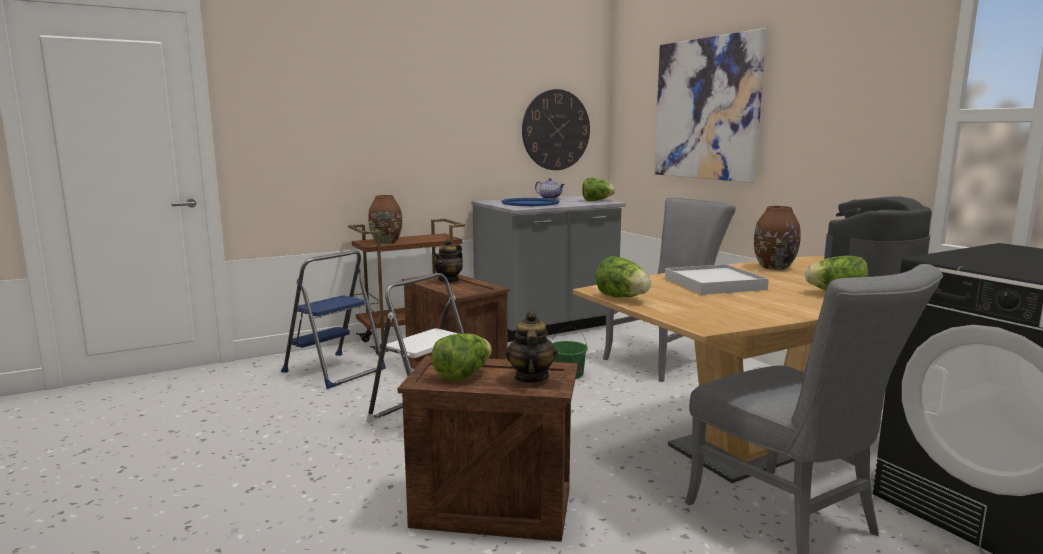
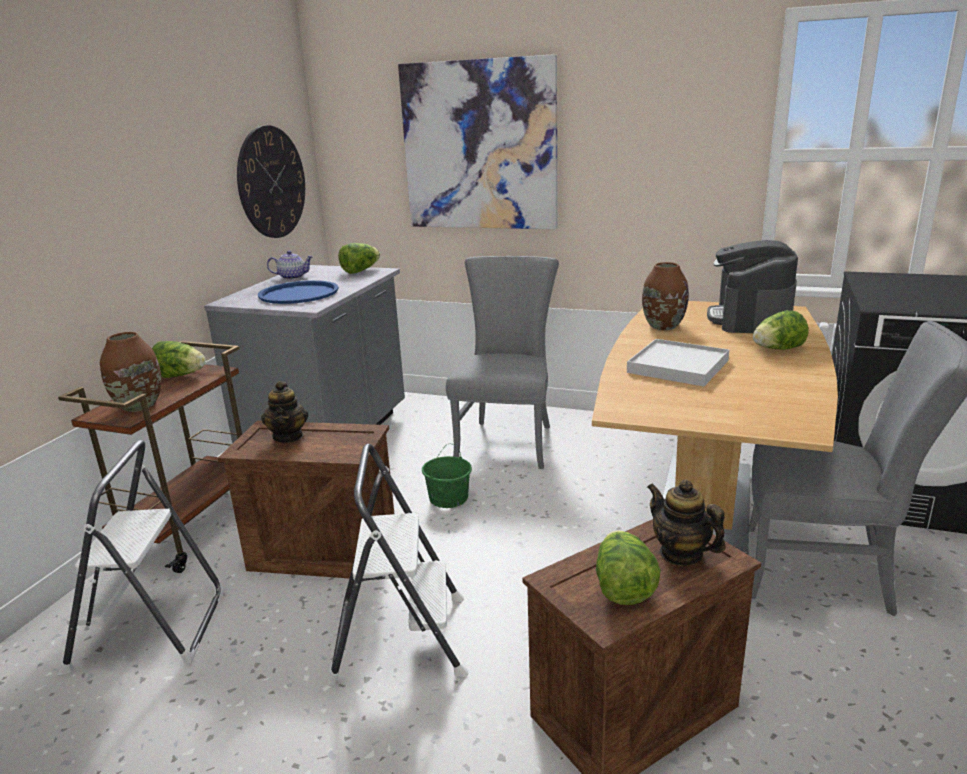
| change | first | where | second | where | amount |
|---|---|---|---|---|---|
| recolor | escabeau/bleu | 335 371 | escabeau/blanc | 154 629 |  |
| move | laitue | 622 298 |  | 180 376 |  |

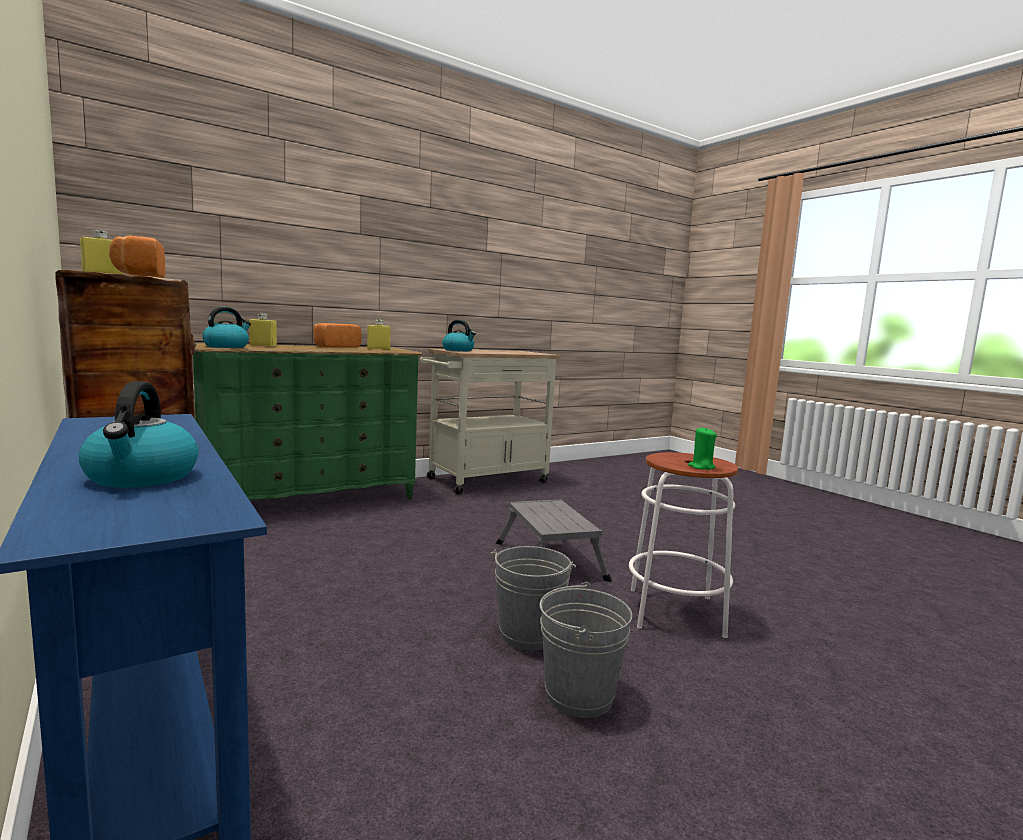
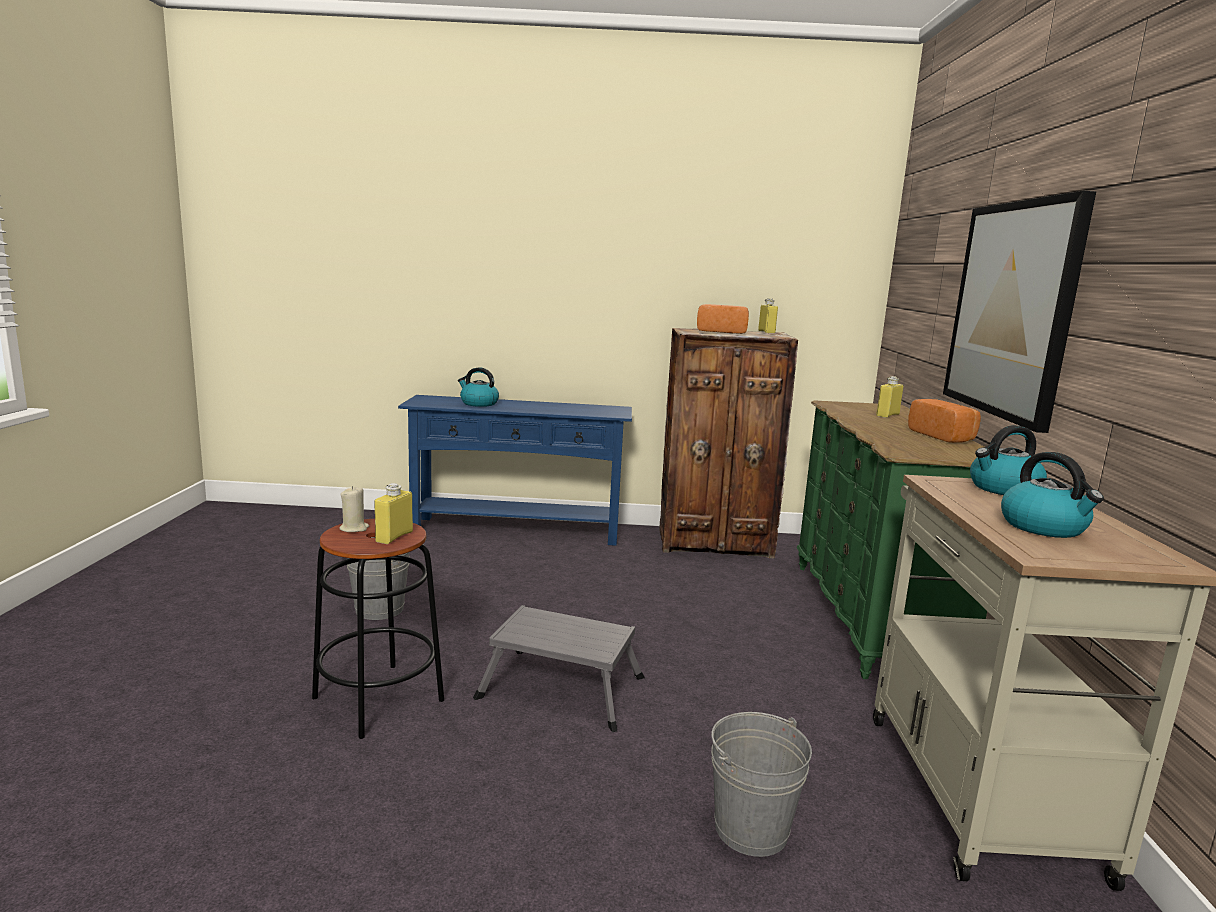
| change | first | where | second | where | amount |
|---|---|---|---|---|---|
| move | bouilloire | 227 347 |  | 1044 527 |  |
| move | bouteille/jaune | 378 349 |  | 394 537 |  |
| move | seau/gris | 528 634 |  | 751 829 |  |
| recolor | tabouret/blanc | 675 612 | tabouret/noir | 378 699 |  |
| recolor | bougie/vert | 701 467 | bougie/beige | 354 528 |  |
| insert |  |  | tableau | 1012 309 |  |

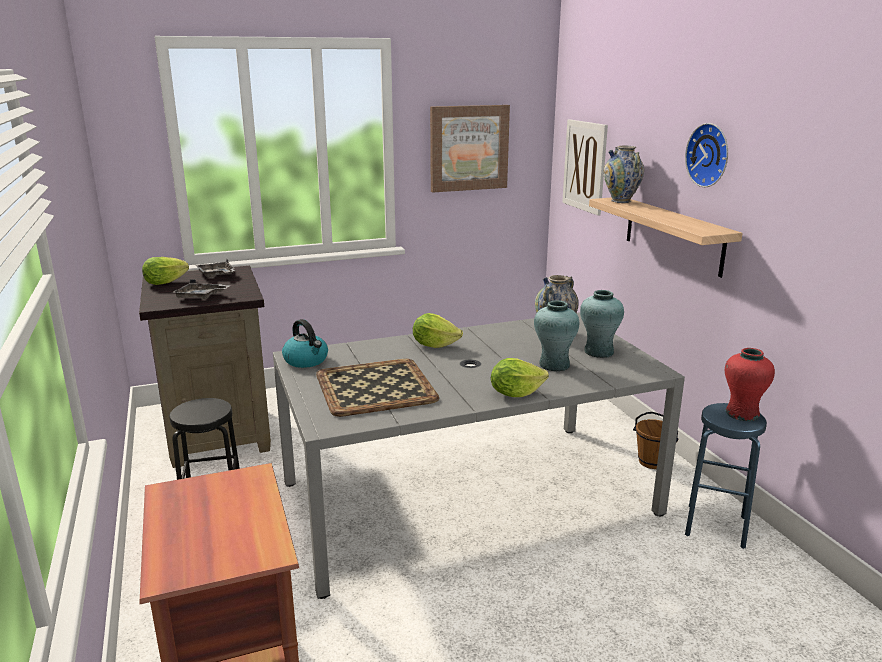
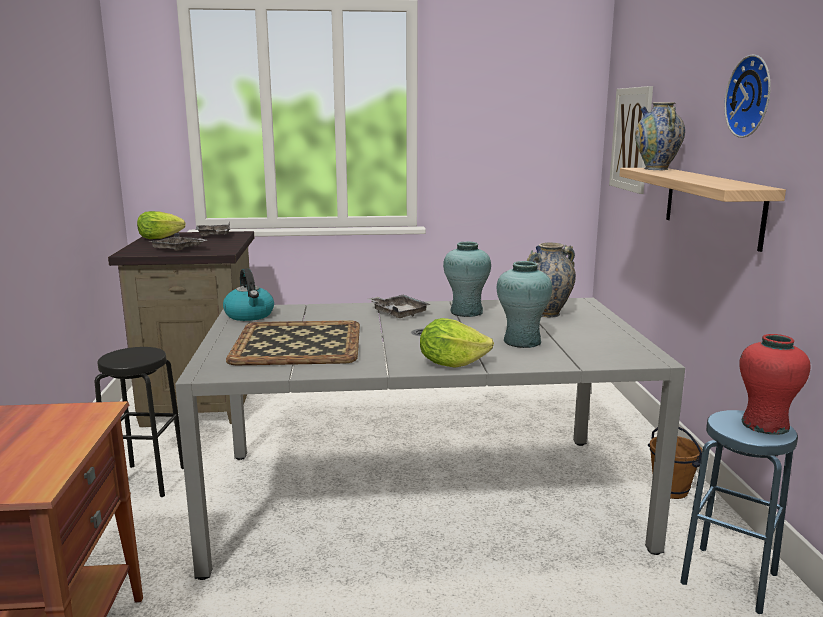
| change | first | where | second | where | amount |
|---|---|---|---|---|---|
| replace | laitue | 434 345 | plateau/gris | 398 313 |  |
| delete | tableau | 468 148 |  |  |  |
| move | vase/turquoise | 598 352 |  | 466 312 |  |

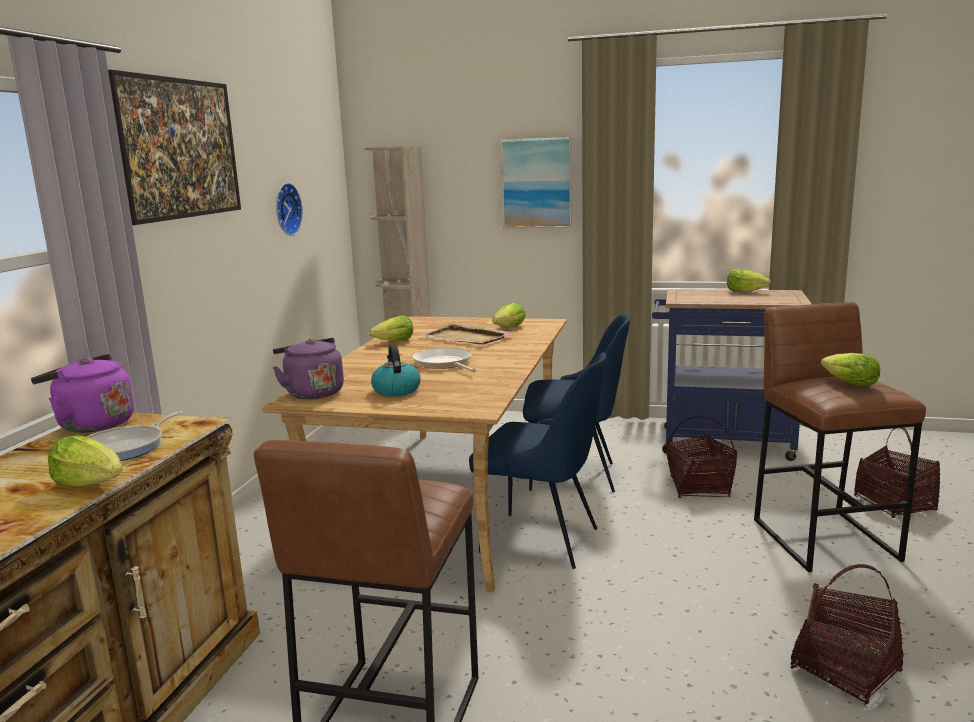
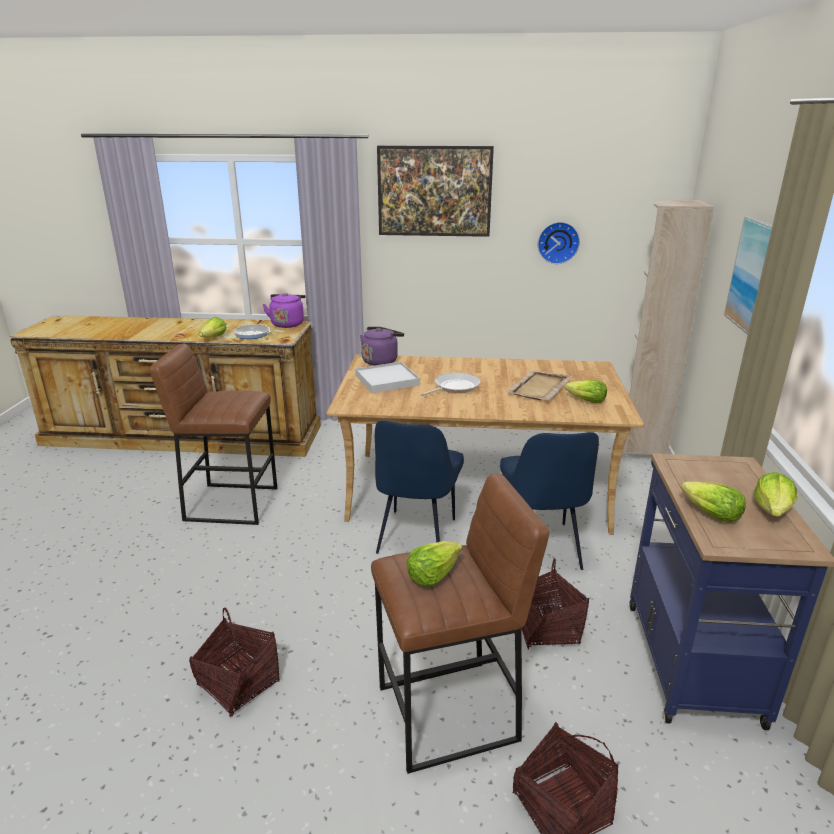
| change | first | where | second | where | amount |
|---|---|---|---|---|---|
| move | laitue | 394 342 |  | 710 514 |  |
| replace | bouilloire | 396 390 | plateau/blanc | 386 380 |  |

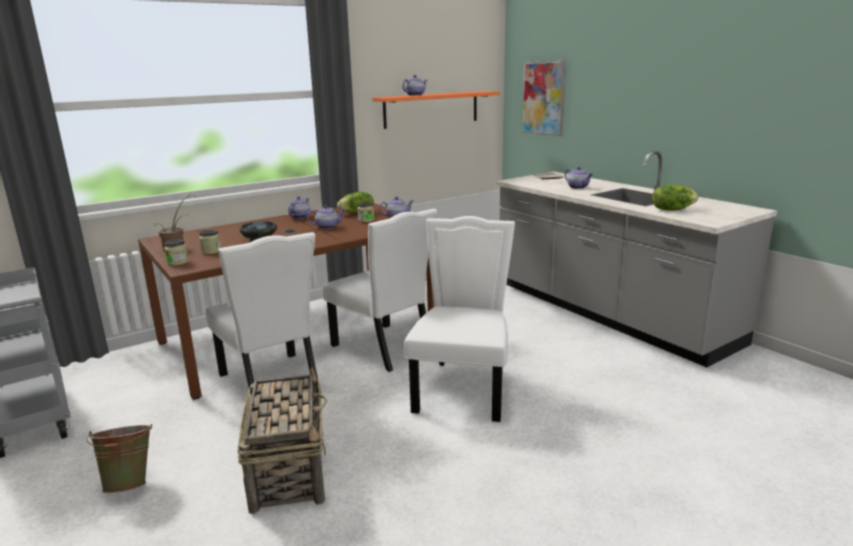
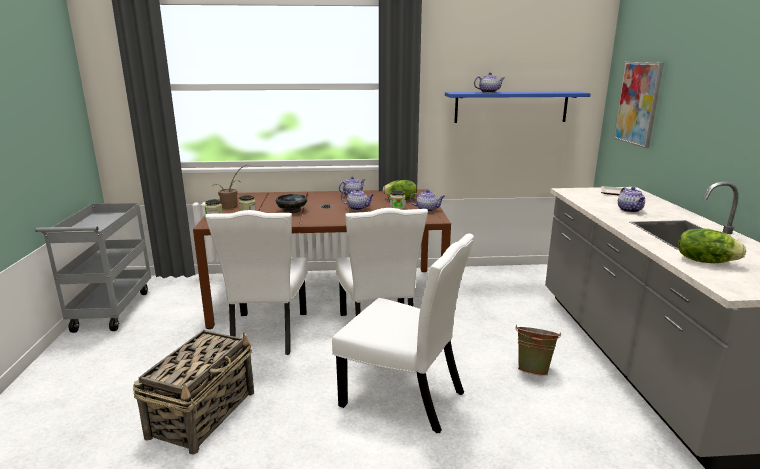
| change | first | where | second | where | amount |
|---|---|---|---|---|---|
| move | seau/vert | 130 482 |  | 533 370 |  |
| recolor | étagère/orange | 431 109 | étagère/bleu | 511 107 |  |
| rotate | chaise/blanc | 462 391 |  | 401 396 | 75 degrees clockwise |

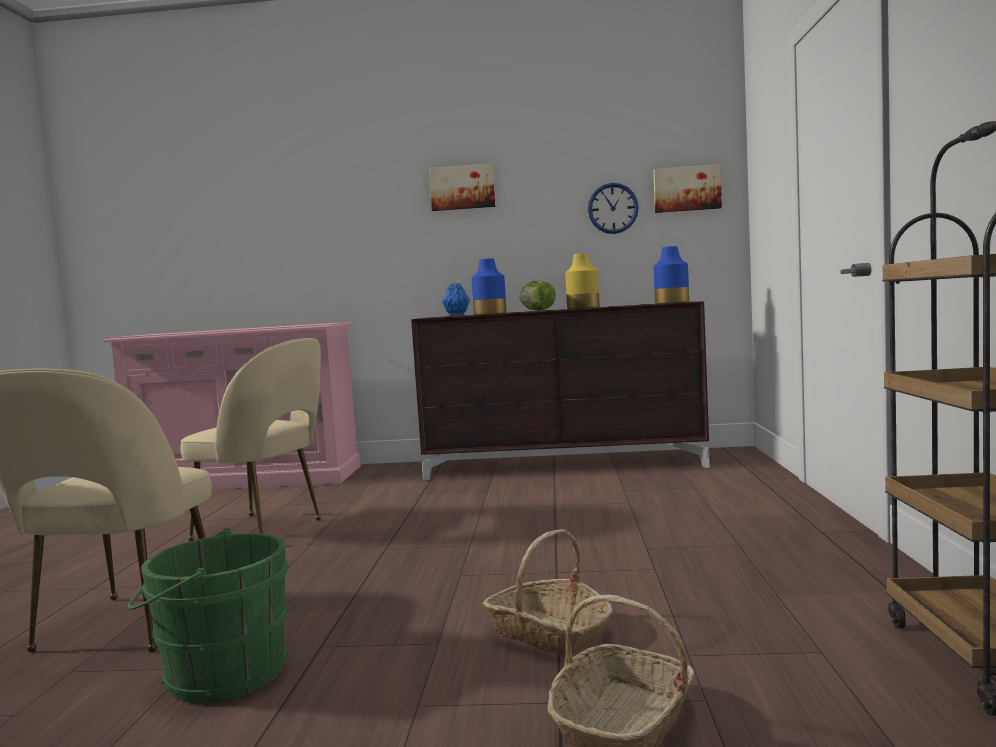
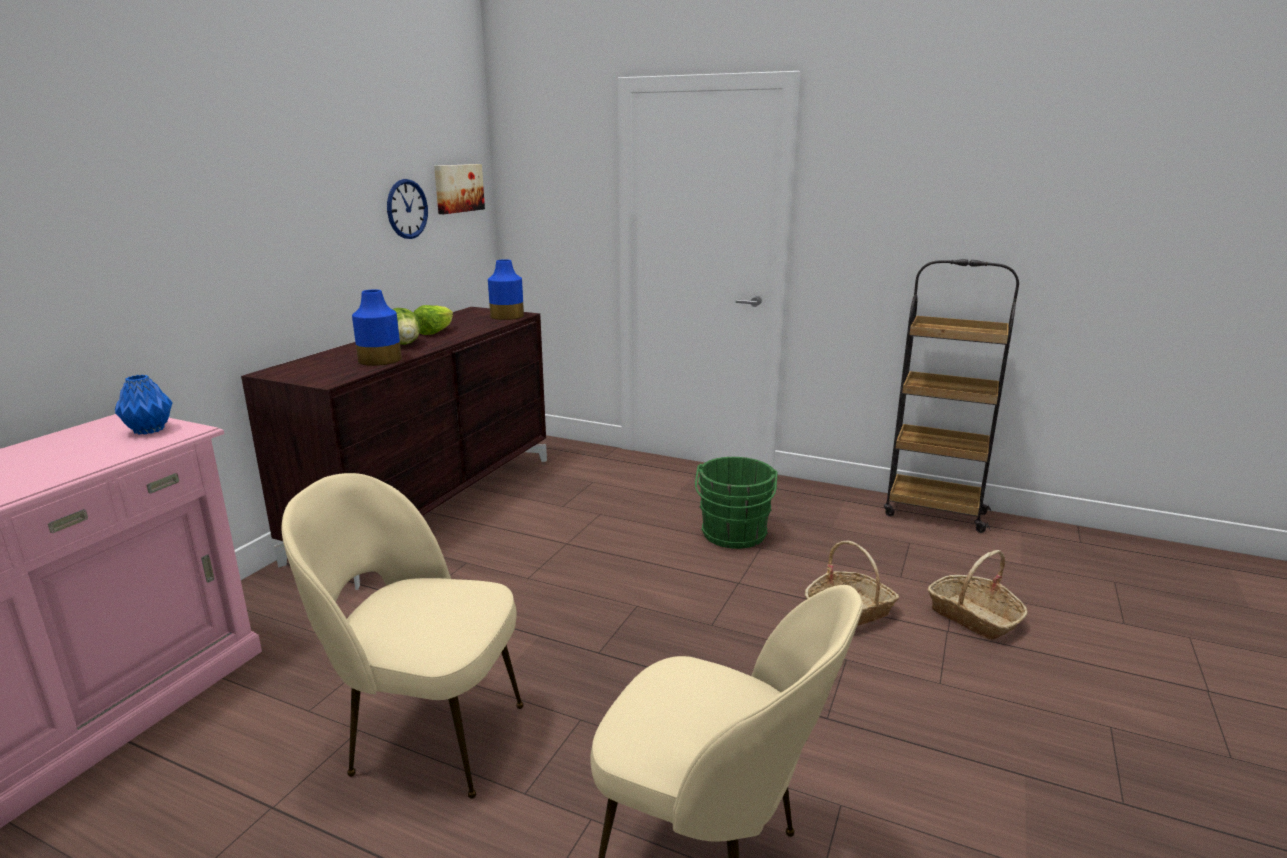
| change | first | where | second | where | amount |
|---|---|---|---|---|---|
| move | seau/vert | 218 675 |  | 733 535 |  |
| rotate | chaise/beige | 265 531 |  | 426 736 | 120 degrees counterclockwise |
| delete | tableau | 462 187 |  |  |  |
| move | vase/bleu | 456 315 |  | 148 430 |  |
| replace | vase/jaune | 583 307 | laitue | 435 332 |  |

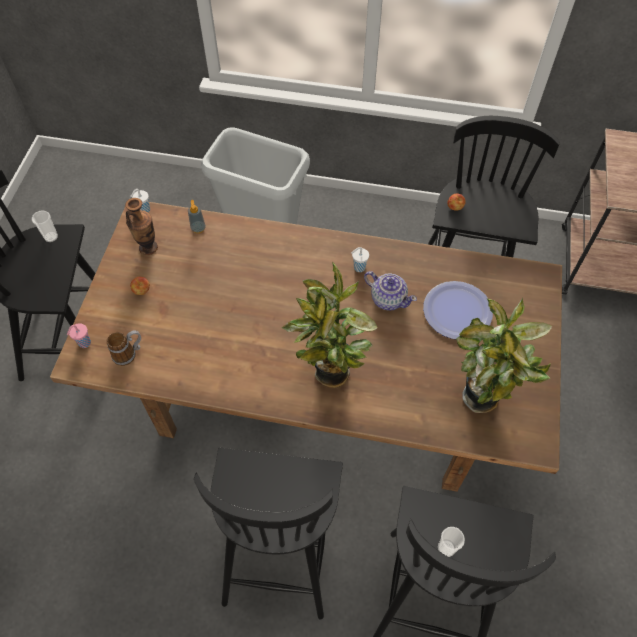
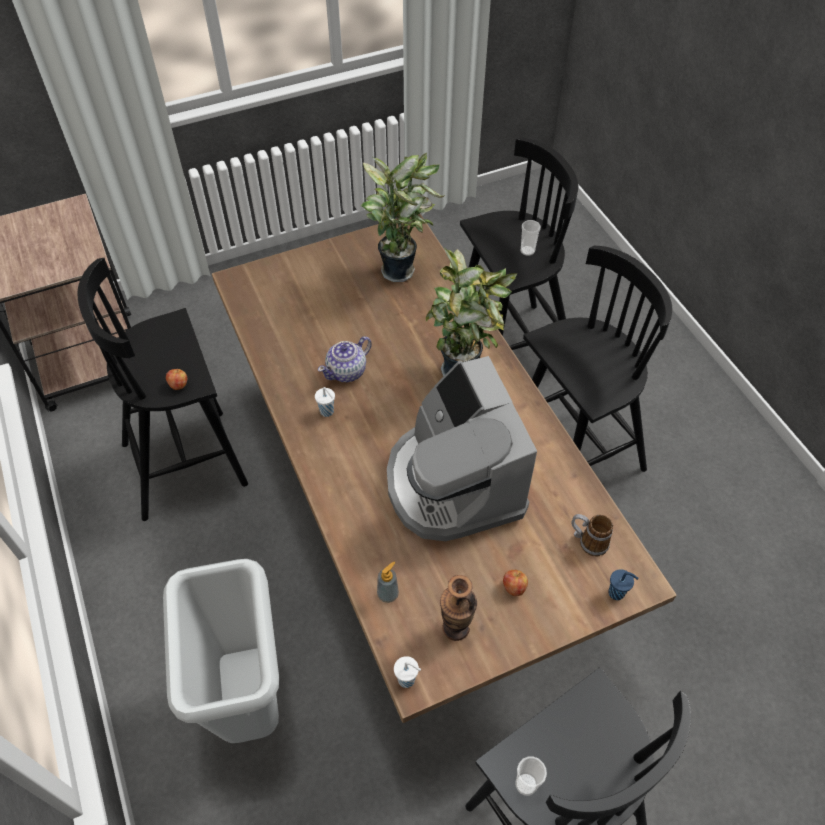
| change | first | where | second | where | amount |
|---|---|---|---|---|---|
| recolor | tasse/rose | 84 343 | tasse/bleu | 617 593 |  |
| rotate | théière | 388 299 |  | 347 371 | 135 degrees counterclockwise |
| delete | assiette | 457 311 |  |  |  |
| insert |  |  | machine à café | 453 483 |  |

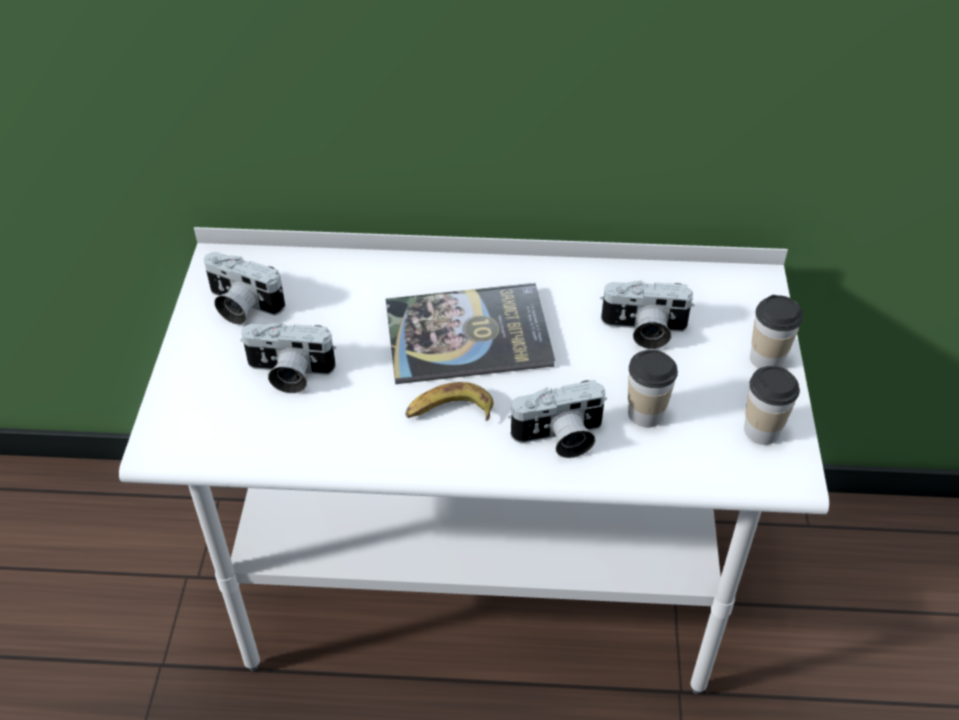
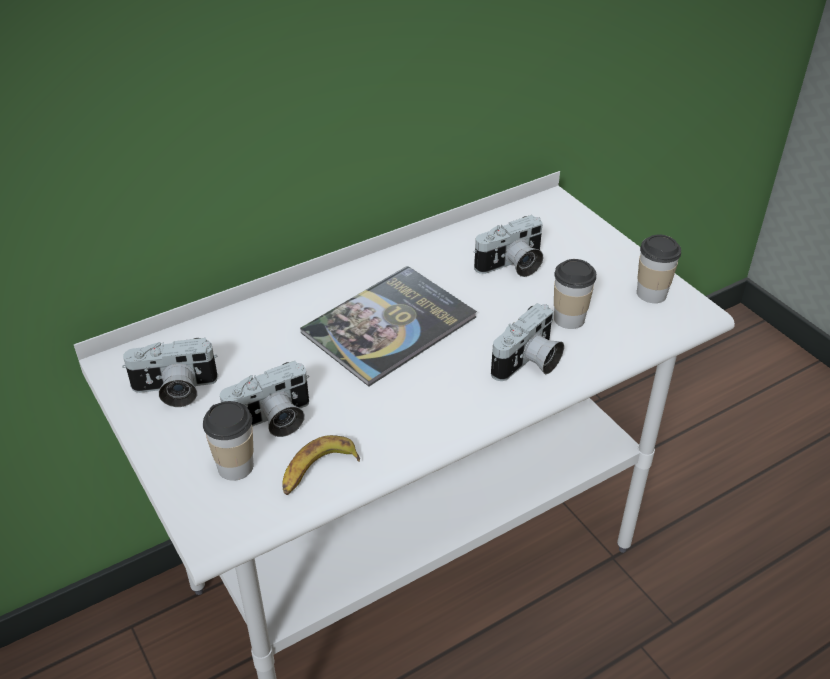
| change | first | where | second | where | amount |
|---|---|---|---|---|---|
| move | banane | 449 412 |  | 318 471 |  |
| move | tasse | 766 358 |  | 235 466 |  |

